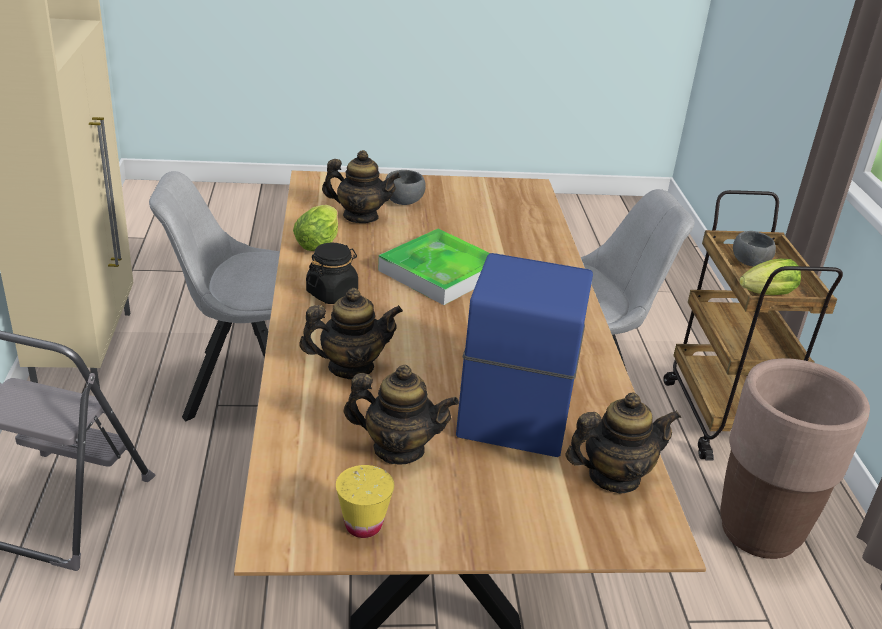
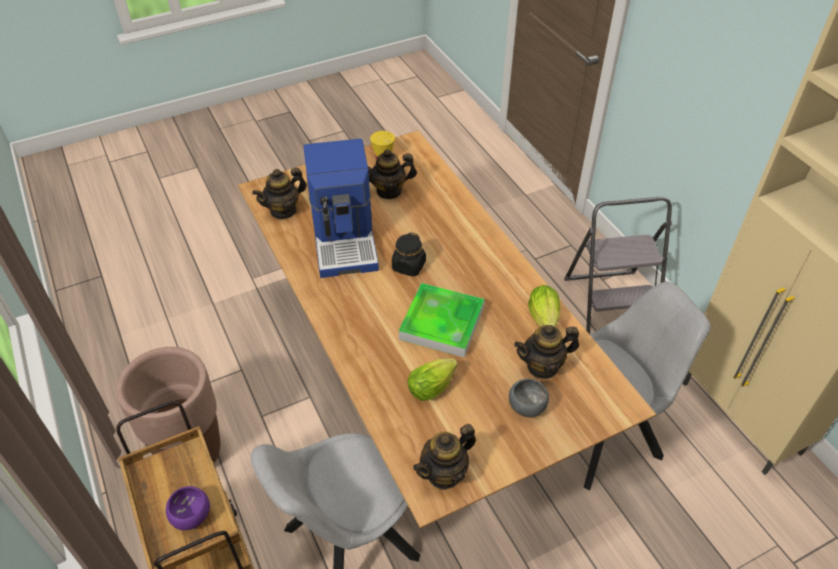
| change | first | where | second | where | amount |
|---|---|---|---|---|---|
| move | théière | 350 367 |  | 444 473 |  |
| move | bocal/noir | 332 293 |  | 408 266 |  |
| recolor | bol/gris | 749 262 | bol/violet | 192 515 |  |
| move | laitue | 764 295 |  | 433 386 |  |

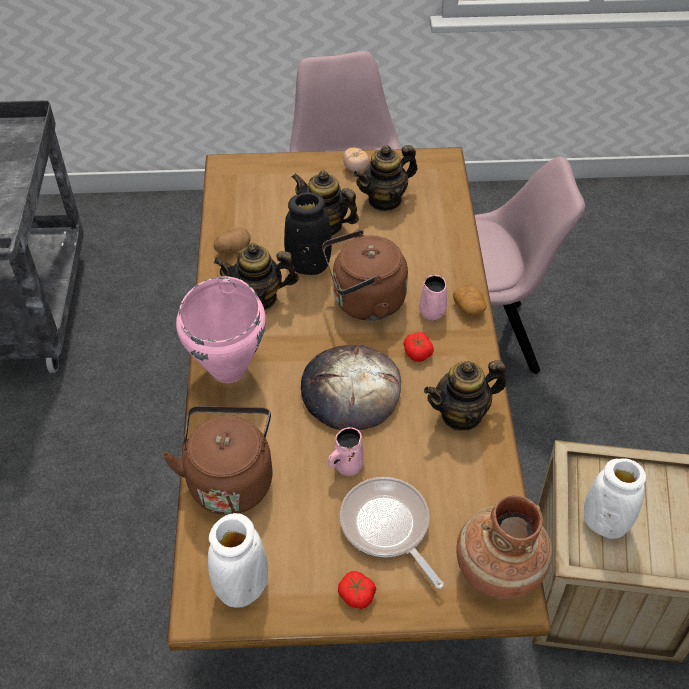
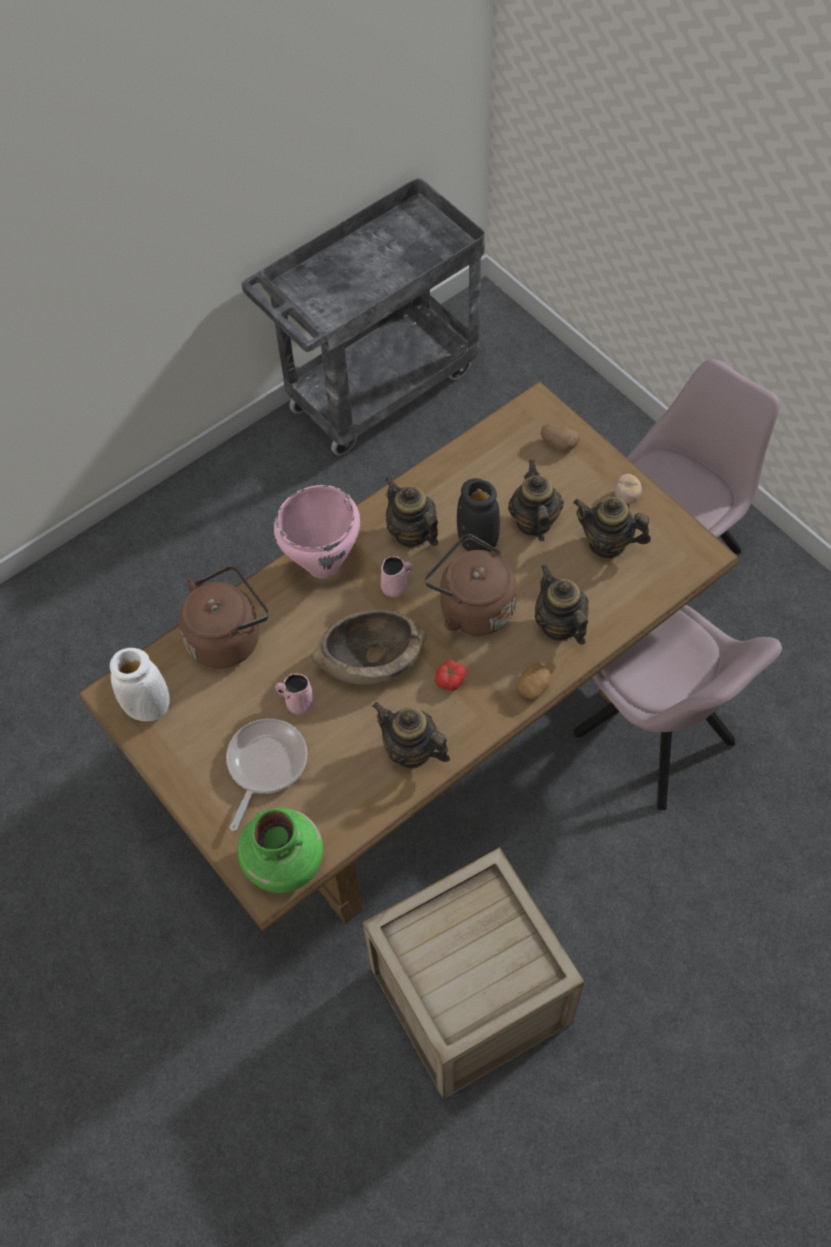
| change | first | where | second | where | amount |
|---|---|---|---|---|---|
| move | pomme de terre | 233 249 |  | 558 443 |  |
| replace | pain | 350 391 | bol/marron | 371 659 |  |
| delete | tomate | 356 595 |  |  |  |
| move | mug/rose | 432 310 |  | 396 587 |  |
| recolor | vase/marron | 498 569 | vase/vert | 284 861 |  |
| delete | vase/blanc | 605 523 |  |  |  |
| insert |  |  | théière | 559 624 |  |

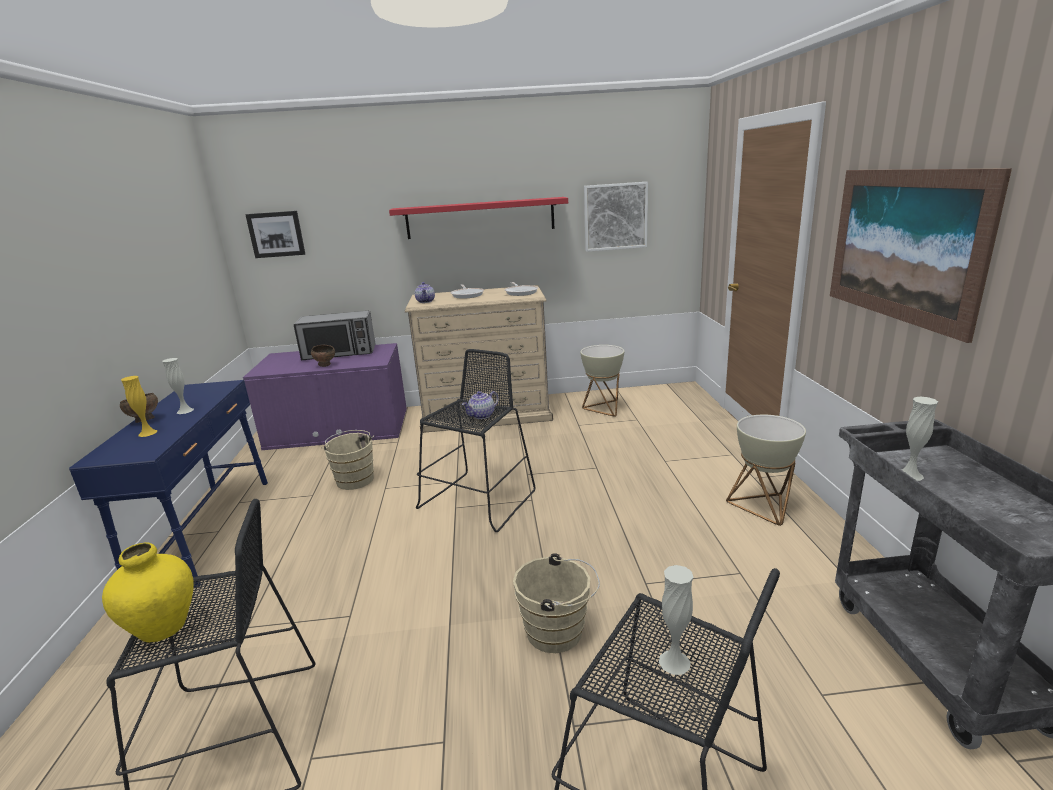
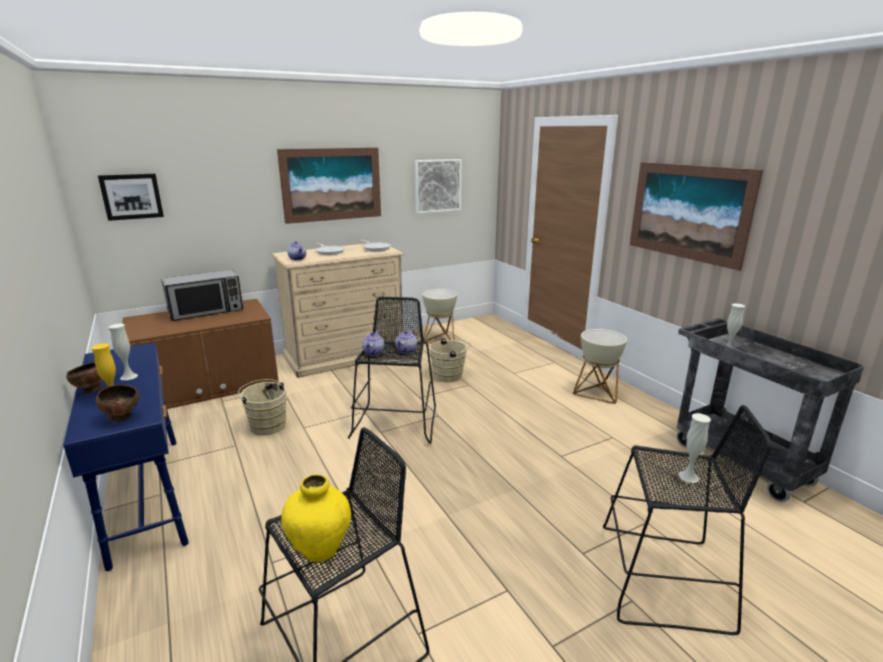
| change | first | where | second | where | amount |
|---|---|---|---|---|---|
| recolor | meuble de rangement/violet | 339 428 | meuble de rangement/marron | 209 384 |  |
| move | bol/marron | 326 365 |  | 123 418 |  |
| replace | étagère/rouge | 480 218 | tableau | 332 184 |  |
| move | seau/beige | 559 632 |  | 450 375 |  |
| insert |  |  | théière | 374 352 |  |

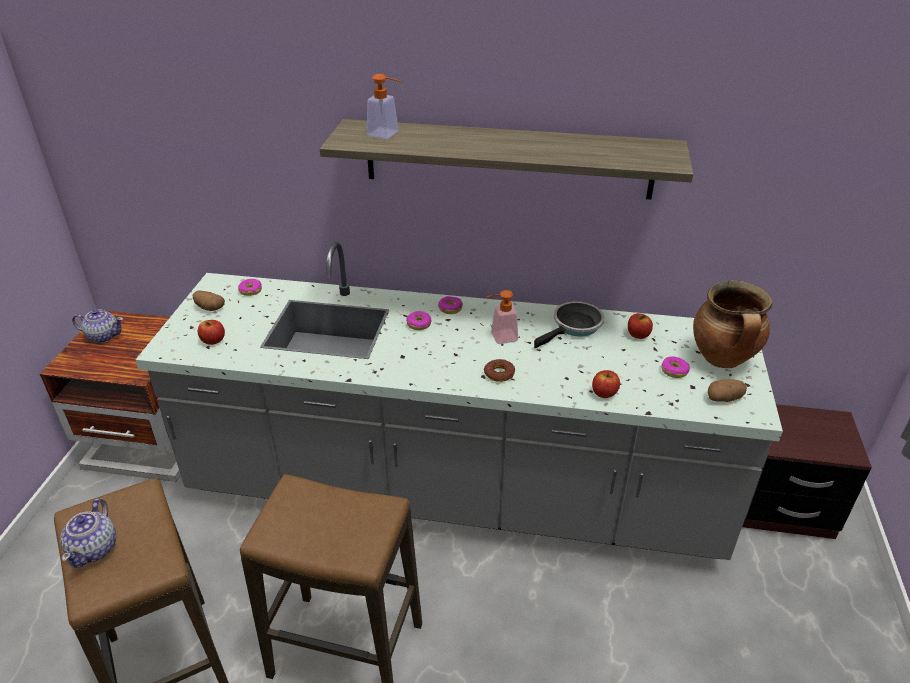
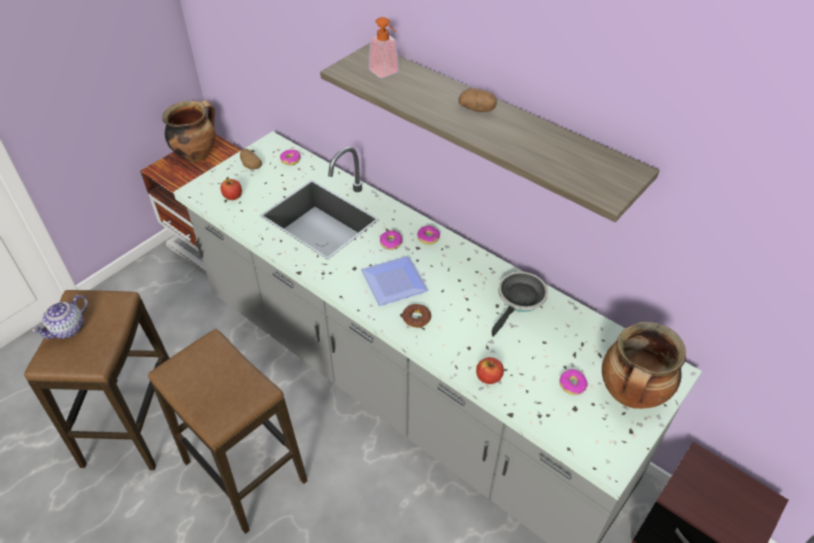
| change | first | where | second | where | amount |
|---|---|---|---|---|---|
| replace | théière | 103 336 | marmite | 197 154 |  |
| delete | distributeur de savon | 499 338 |  |  |  |
| rotate | poêle | 574 327 |  | 520 300 | 45 degrees counterclockwise |
| delete | pomme | 638 335 |  |  |  |
| move | pomme de terre | 724 398 |  | 477 109 |  |
| insert |  |  | assiette | 395 281 |  |

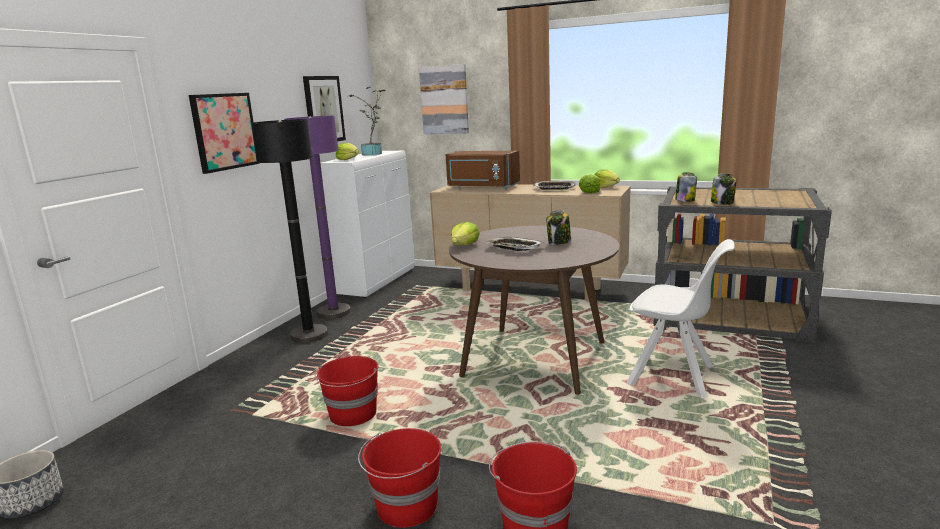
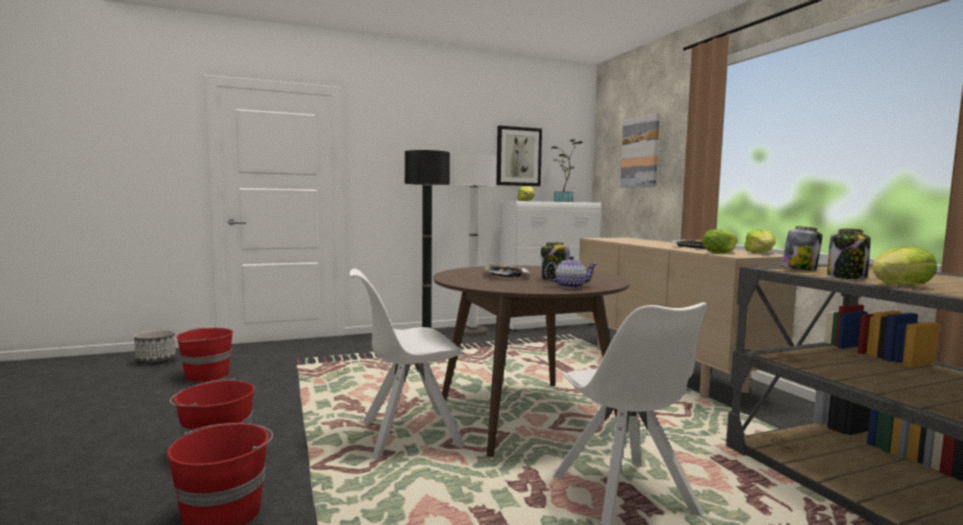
| change | first | where | second | where | amount |
|---|---|---|---|---|---|
| delete | tableau | 224 131 |  |  |  |
| recolor | lampadaire/violet | 334 312 | lampadaire/blanc | 472 332 |  |
| move | seau/rouge | 353 415 |  | 206 375 |  |
| delete | micro-ondes/marron | 482 187 |  |  |  |
| move | laitue | 464 245 |  | 900 285 |  |
| insert |  |  | chaise/blanc | 408 434 |  |
| insert |  |  | théière | 569 286 |  |

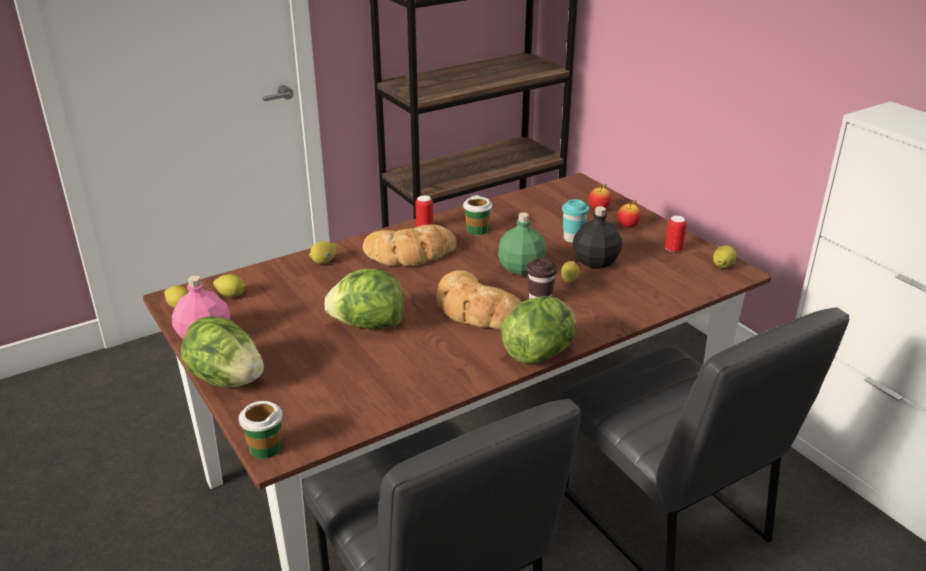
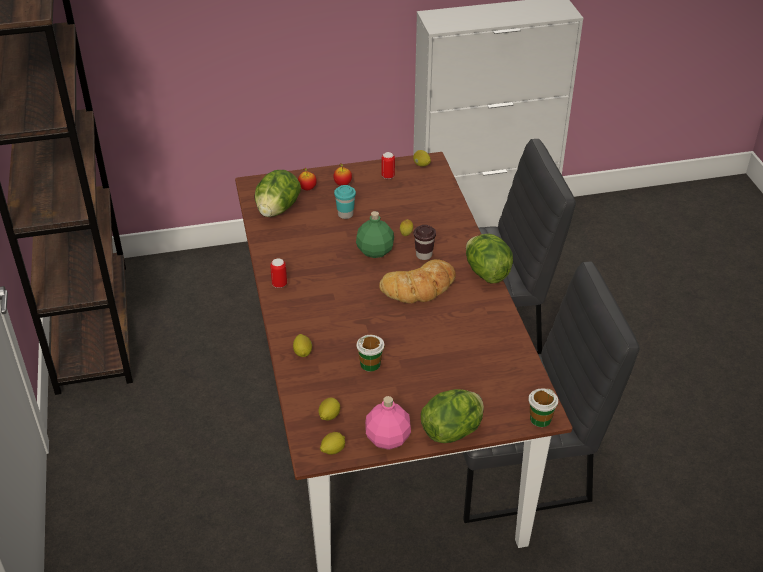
| change | first | where | second | where | amount |
|---|---|---|---|---|---|
| move | laitue | 368 325 |  | 277 210 |  |
| delete | pain | 411 254 |  |  |  |
| move | tasse | 477 230 |  | 370 364 |  |
| delete | bouteille/noir | 595 262 |  |  |  |

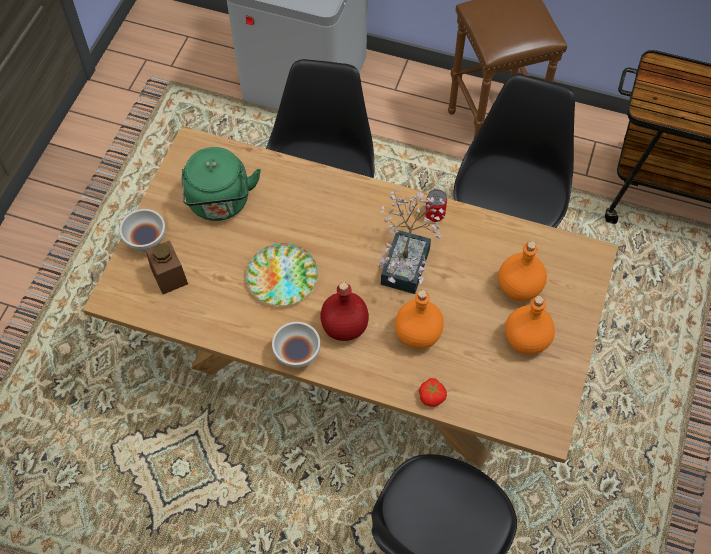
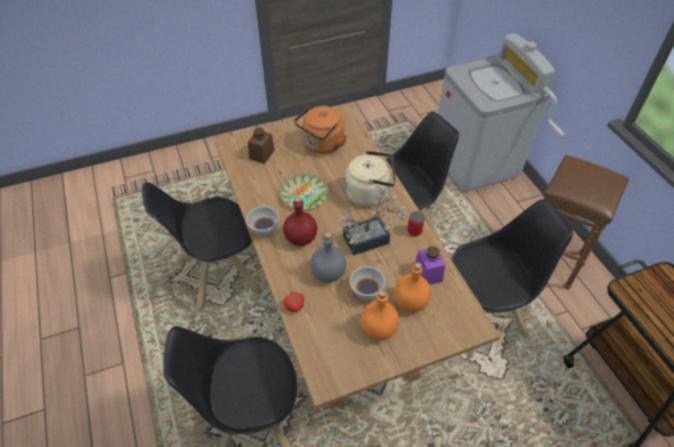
| change | first | where | second | where | amount |
|---|---|---|---|---|---|
| move | bol/blanc | 147 242 |  | 366 292 |  |
| recolor | bouilloire/vert | 220 203 | bouilloire/orange | 322 145 |  |
| recolor | bouteille/orange | 417 334 | bouteille/gris | 328 273 |  |
| insert |  |  | chaise/noir | 219 276 |  |
| insert |  |  | bouilloire/beige | 370 193 |  |
| insert |  |  | bocal/violet | 428 273 |  |

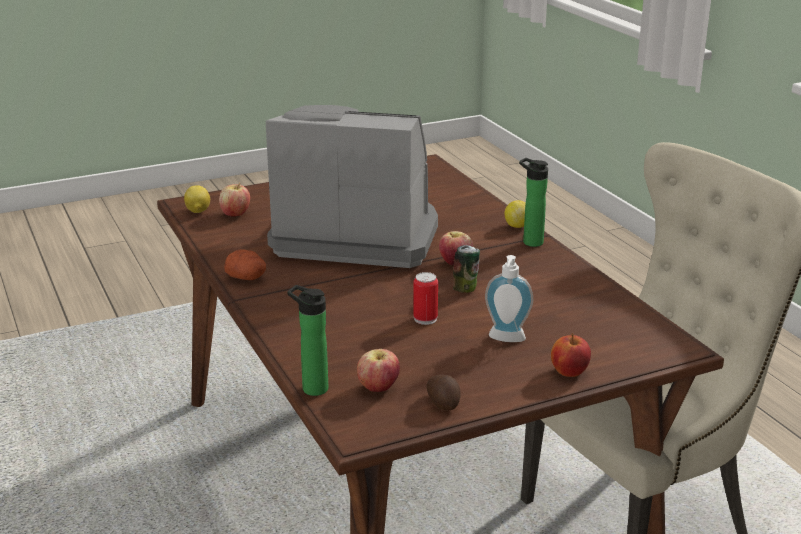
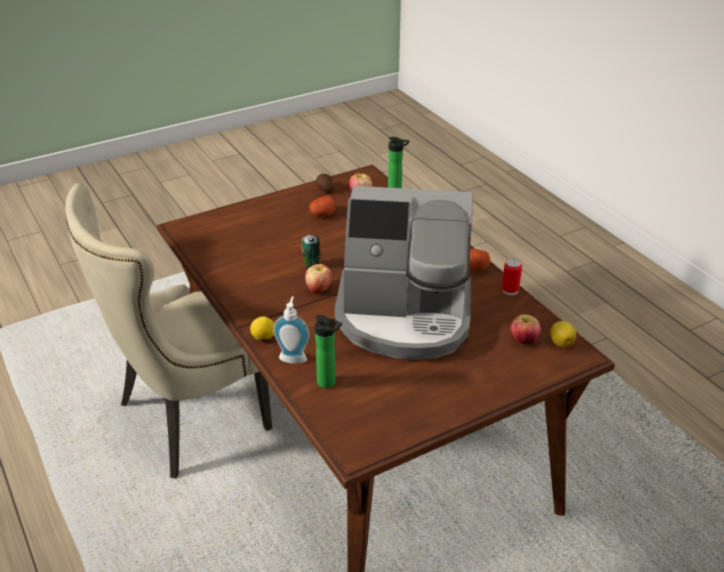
| change | first | where | second | where | amount |
|---|---|---|---|---|---|
| move | boîte métallique | 425 319 |  | 510 290 |  |
| move | distributeur de savon | 506 339 |  | 293 357 |  |
| move | bouteille | 530 242 |  | 329 383 |  |
| delete | pomme | 569 372 |  |  |  |
| insert |  |  | pomme de terre | 323 214 |  |

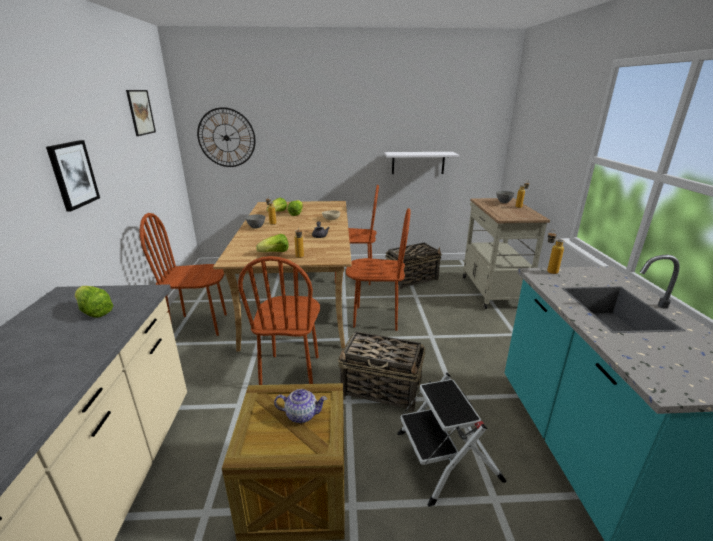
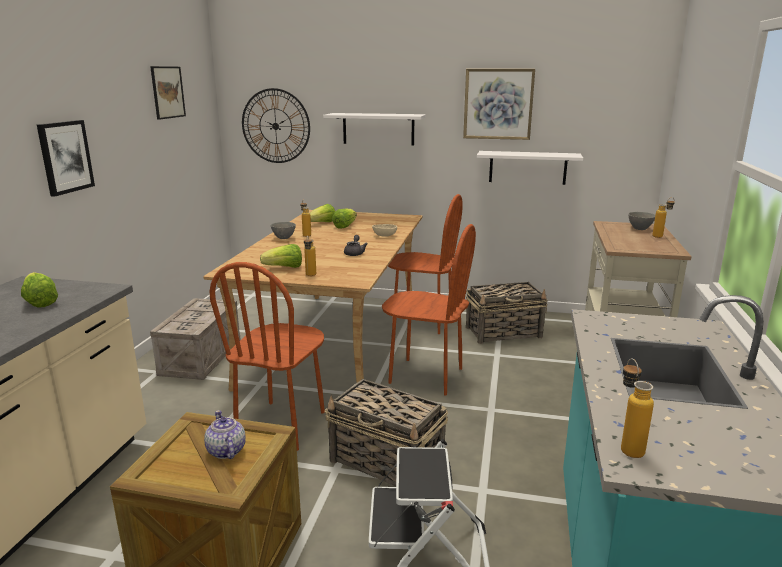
| change | first | where | second | where | amount |
|---|---|---|---|---|---|
| replace | chaise/marron | 200 325 | caisse | 201 356 |  |
| rotate | théière | 301 415 |  | 226 451 | 135 degrees counterclockwise |
| move | bouteille | 549 270 |  | 627 446 |  |
| insert |  |  | étagère/blanc | 378 129 |  |
| insert |  |  | tableau | 498 104 |  |

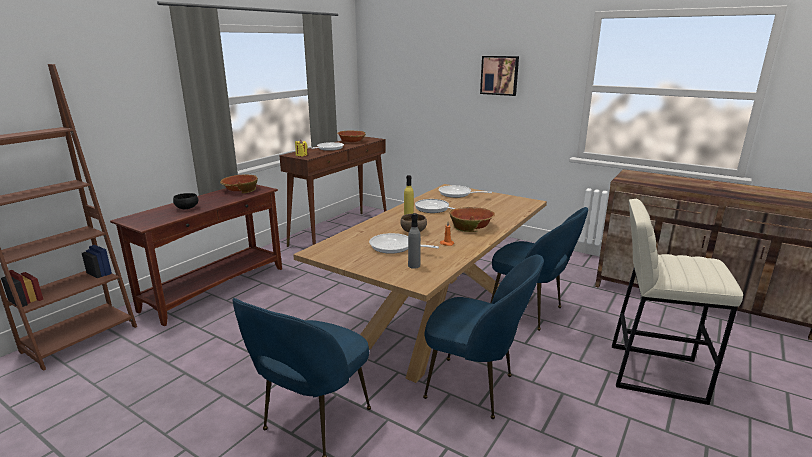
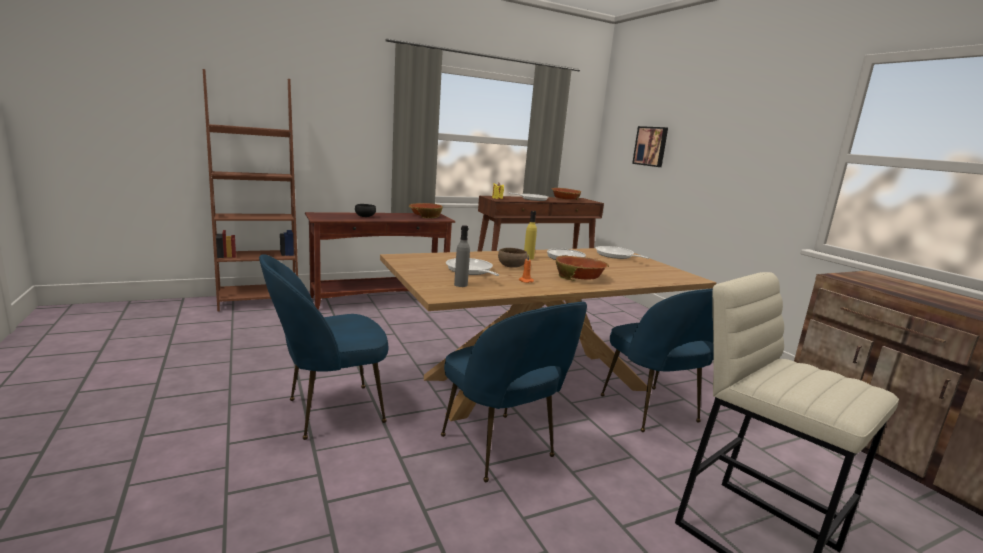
| change | first | where | second | where | amount |
|---|---|---|---|---|---|
| move | tableau | 499 75 |  | 651 146 |  |

